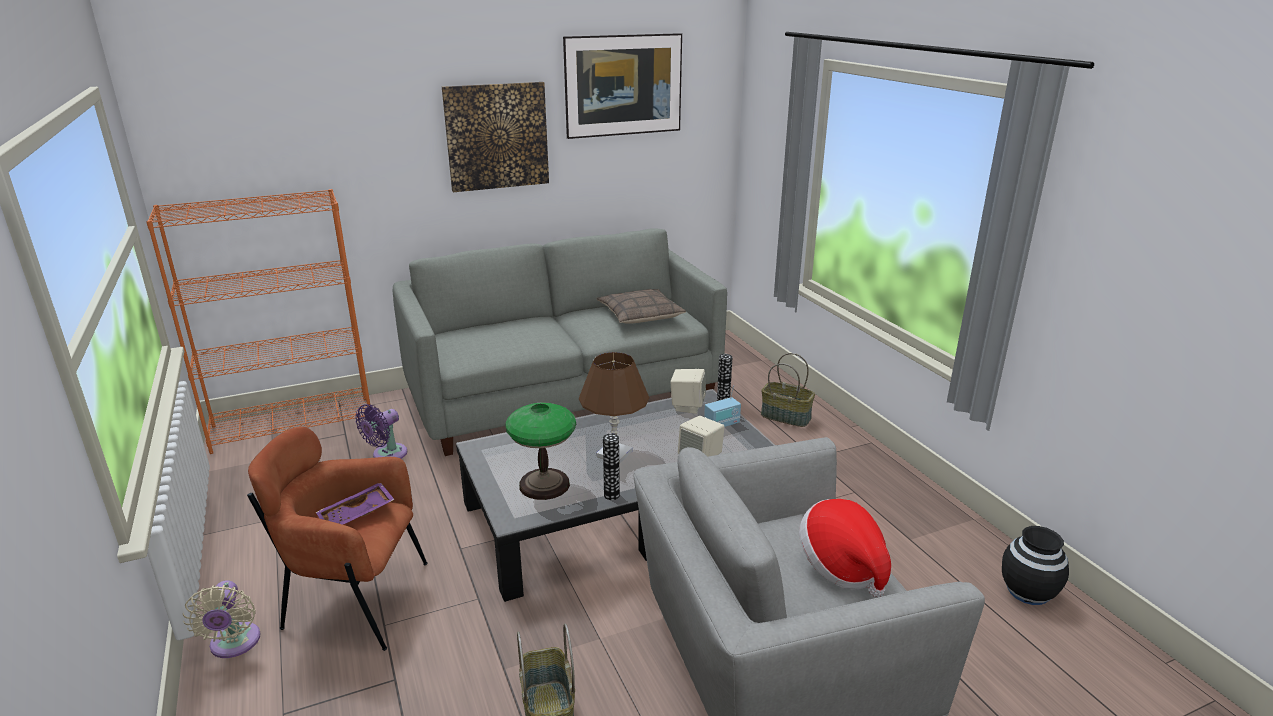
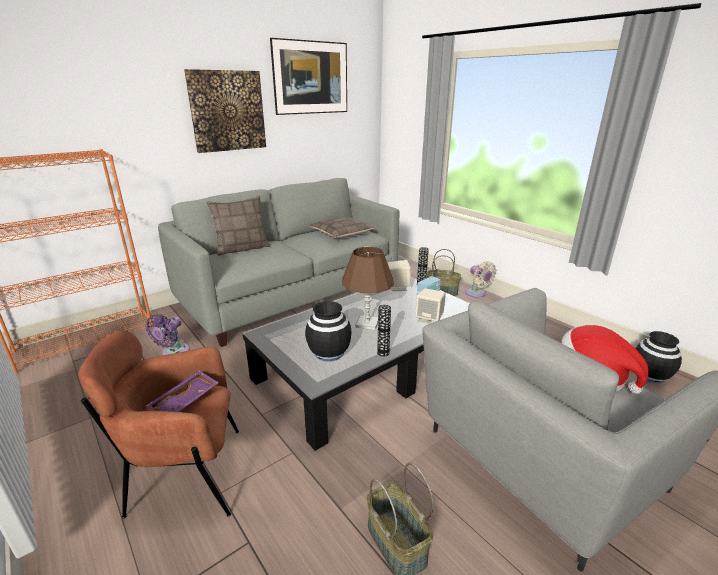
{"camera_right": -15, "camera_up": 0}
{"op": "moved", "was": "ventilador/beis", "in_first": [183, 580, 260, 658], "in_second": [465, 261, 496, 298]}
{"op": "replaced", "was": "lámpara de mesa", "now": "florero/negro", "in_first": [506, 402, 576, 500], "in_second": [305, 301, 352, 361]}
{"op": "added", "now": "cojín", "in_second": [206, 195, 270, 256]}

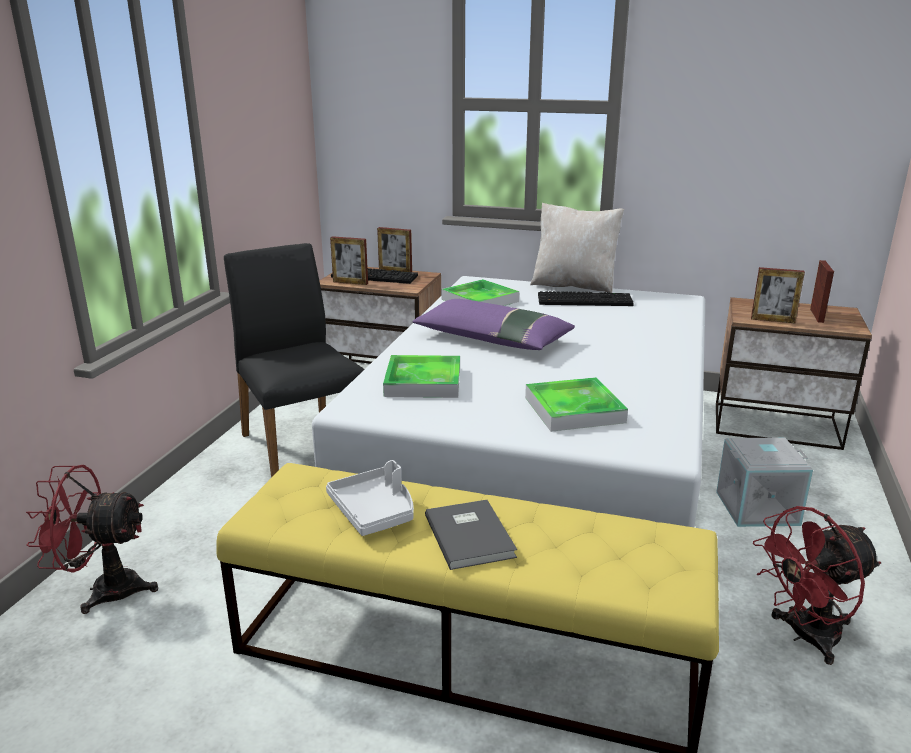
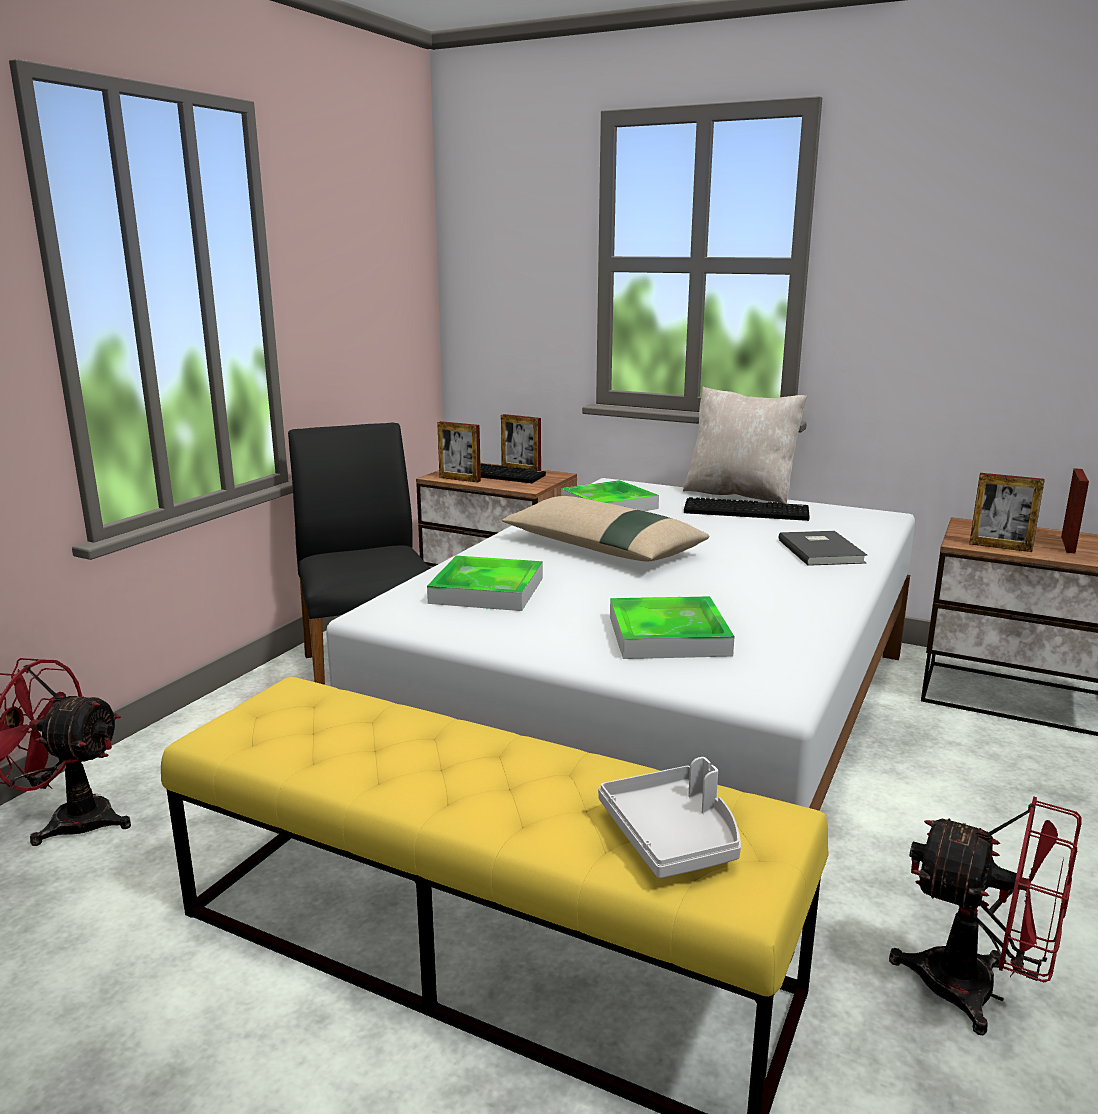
{"camera_right": 10, "camera_up": -5}
{"op": "moved", "was": "bandeja/gris", "in_first": [326, 460, 414, 536], "in_second": [598, 757, 741, 878]}
{"op": "recoloured", "was": "cojín/morado", "now": "cojín/beis", "in_first": [412, 299, 575, 350], "in_second": [502, 496, 709, 562]}
{"op": "moved", "was": "libro/gris", "in_first": [425, 500, 517, 570], "in_second": [779, 531, 867, 566]}
{"op": "removed", "was": "caja de almacenaje/gris", "in_first": [716, 437, 813, 527]}
{"op": "turned", "was": "ventilador/rojo", "in_first": [753, 506, 881, 665], "in_second": [889, 797, 1082, 1035], "clockwise": -135}

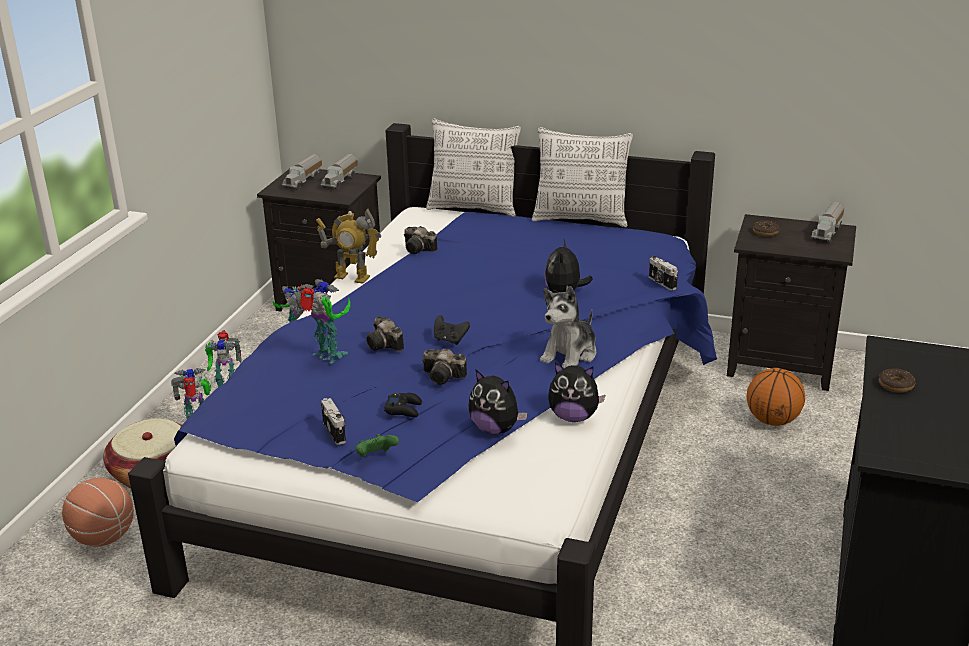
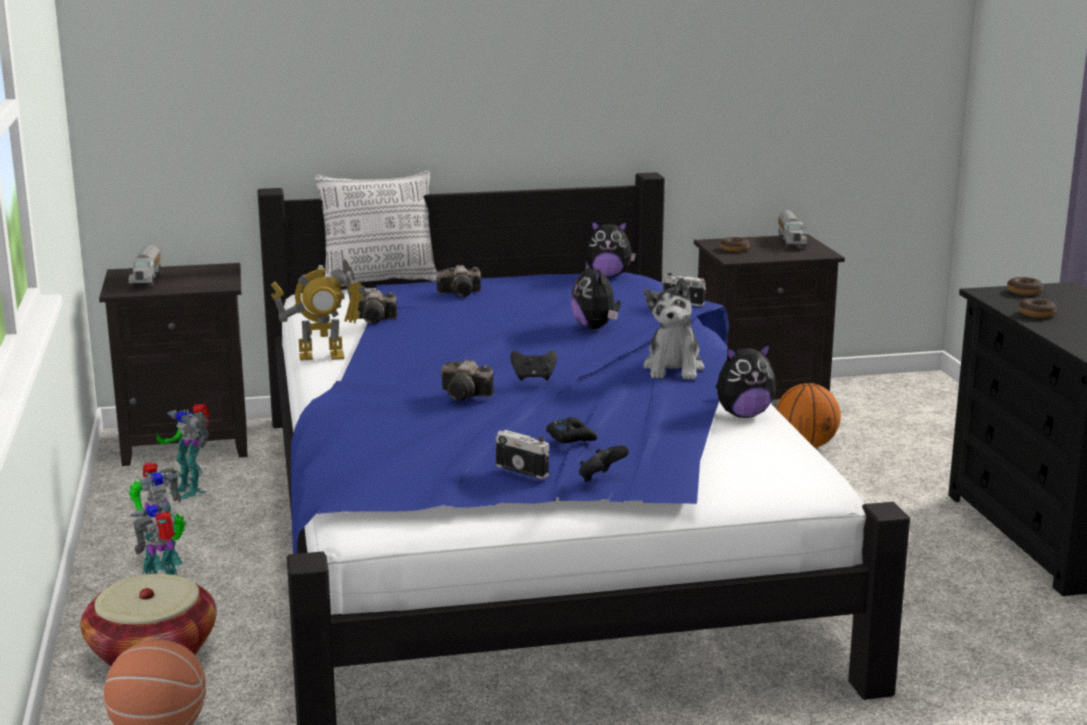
{"camera_right": -30, "camera_up": -10}
{"op": "removed", "was": "robot de juguete", "in_first": [299, 279, 351, 364]}
{"op": "removed", "was": "camión de juguete", "in_first": [320, 154, 358, 190]}
{"op": "recoloured", "was": "mando de consola/verde", "now": "mando de consola/negro", "in_first": [355, 434, 399, 457], "in_second": [579, 445, 629, 482]}
{"op": "moved", "was": "cámara", "in_first": [422, 348, 467, 385], "in_second": [436, 265, 481, 297]}
{"op": "moved", "was": "peluche", "in_first": [468, 369, 528, 434], "in_second": [586, 220, 636, 277]}
{"op": "removed", "was": "cojín", "in_first": [532, 127, 633, 227]}
{"op": "added", "now": "rosquilla", "in_second": [1007, 277, 1043, 295]}

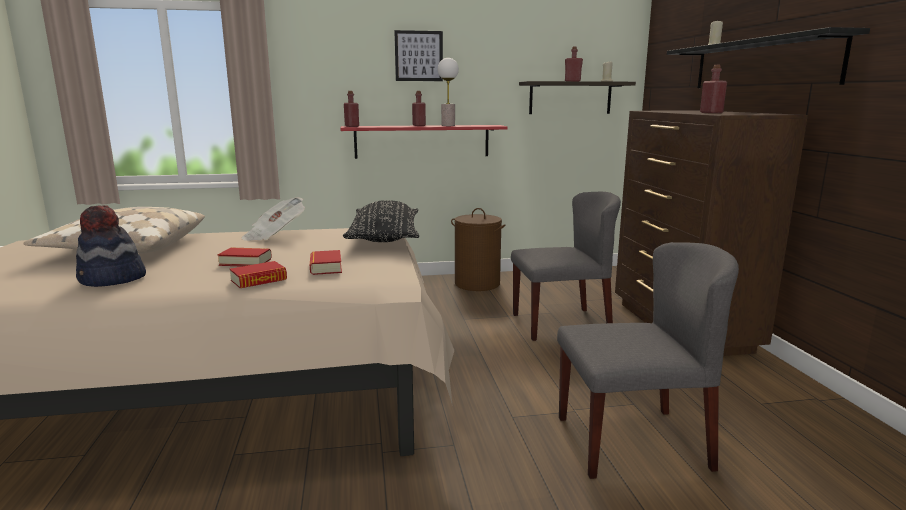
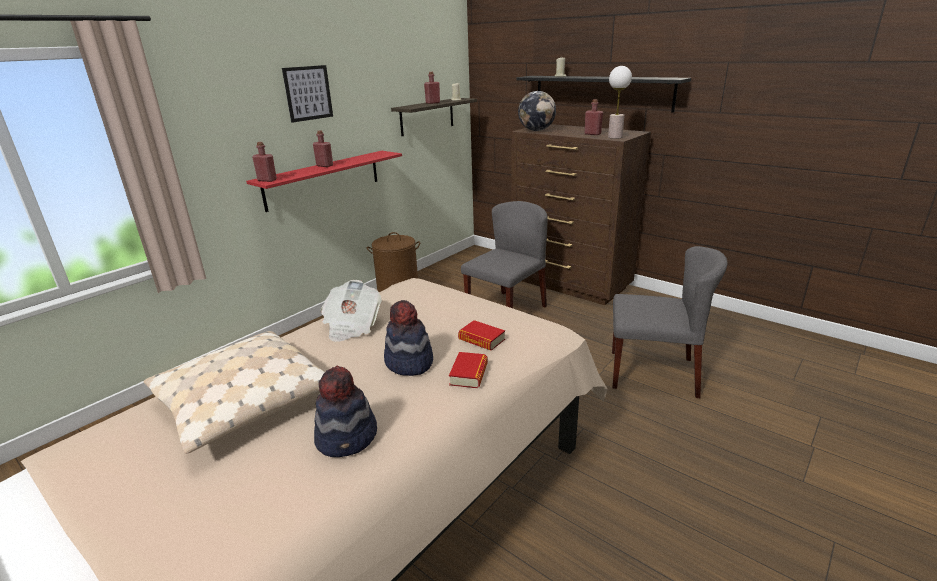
{"camera_right": -40, "camera_up": 10}
{"op": "replaced", "was": "libro", "now": "sombrero", "in_first": [218, 248, 272, 267], "in_second": [384, 300, 433, 376]}
{"op": "removed", "was": "cojín/negro", "in_first": [343, 200, 419, 242]}
{"op": "moved", "was": "lámpara de mesa", "in_first": [438, 58, 459, 126], "in_second": [608, 66, 632, 139]}
{"op": "turned", "was": "silla/gris", "in_first": [557, 242, 739, 479], "in_second": [612, 246, 727, 398], "clockwise": 60}
{"op": "added", "now": "globo terráqueo", "in_second": [518, 91, 556, 131]}

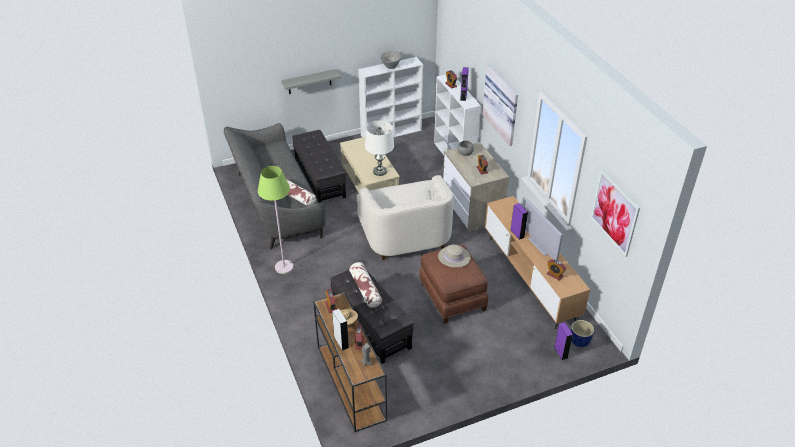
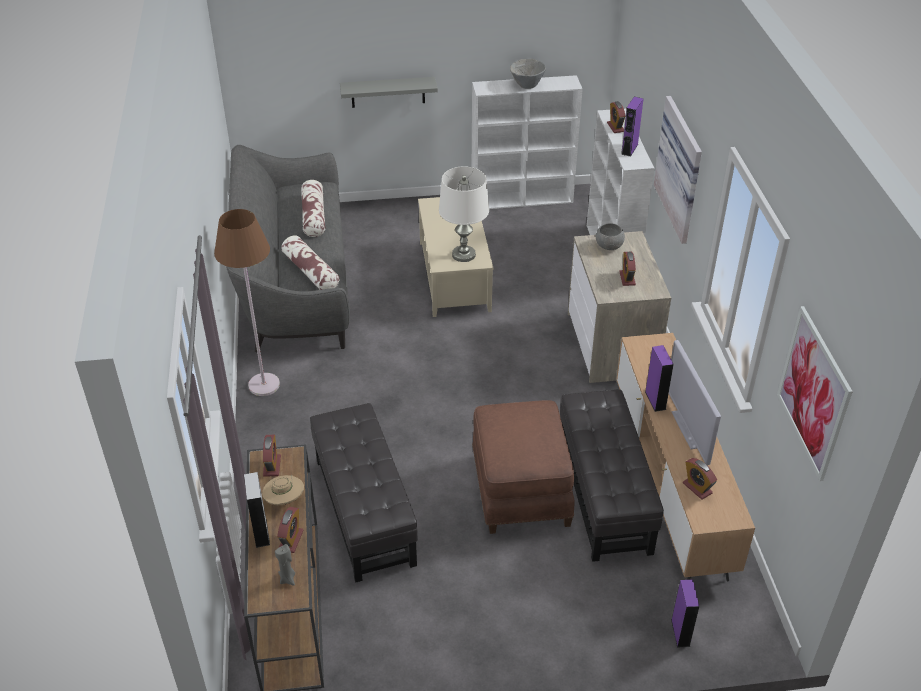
{"camera_right": 15, "camera_up": 0}
{"op": "recoloured", "was": "lámpara de pie/verde", "now": "lámpara de pie/marrón", "in_first": [258, 166, 293, 274], "in_second": [214, 209, 280, 396]}
{"op": "moved", "was": "puf/negro", "in_first": [292, 130, 346, 203], "in_second": [560, 389, 664, 562]}
{"op": "moved", "was": "cojín", "in_first": [349, 262, 382, 308], "in_second": [301, 180, 326, 237]}
{"op": "removed", "was": "sillón/blanco", "in_first": [357, 175, 454, 260]}
{"op": "removed", "was": "sombrero/beis", "in_first": [438, 244, 470, 268]}
{"op": "removed", "was": "maceta/azul", "in_first": [571, 320, 594, 347]}

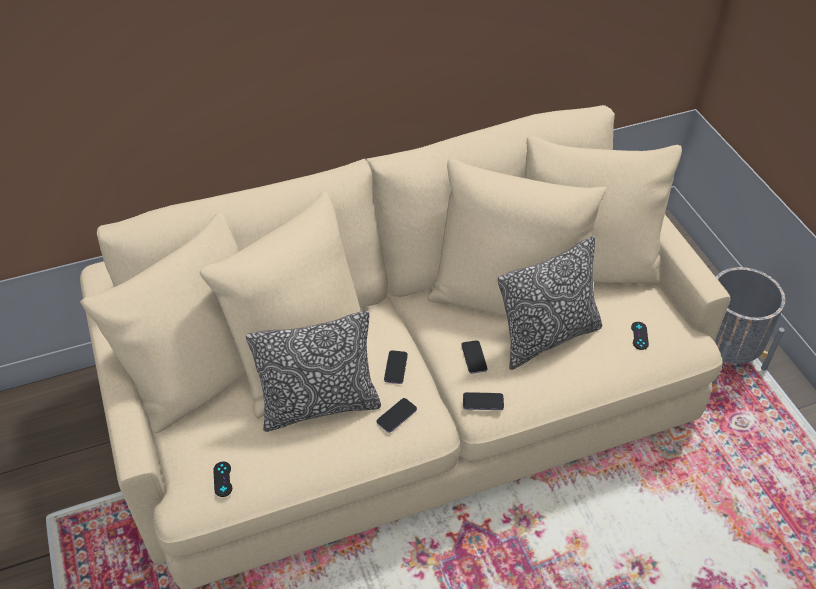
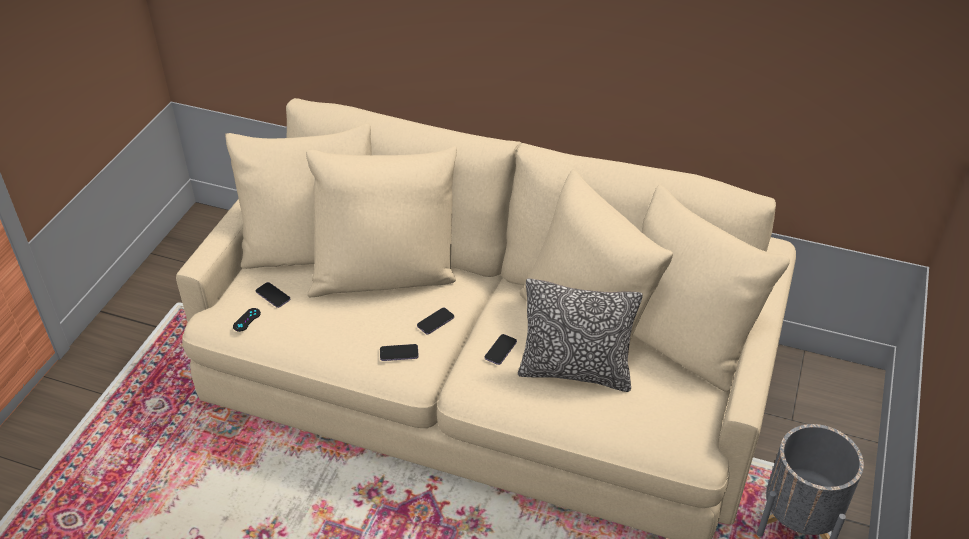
{"camera_right": 40, "camera_up": -5}
{"op": "removed", "was": "cojín", "in_first": [246, 311, 381, 432]}
{"op": "moved", "was": "móvil", "in_first": [463, 392, 504, 410], "in_second": [256, 282, 290, 308]}
{"op": "removed", "was": "mando de consola/negro", "in_first": [631, 322, 649, 350]}

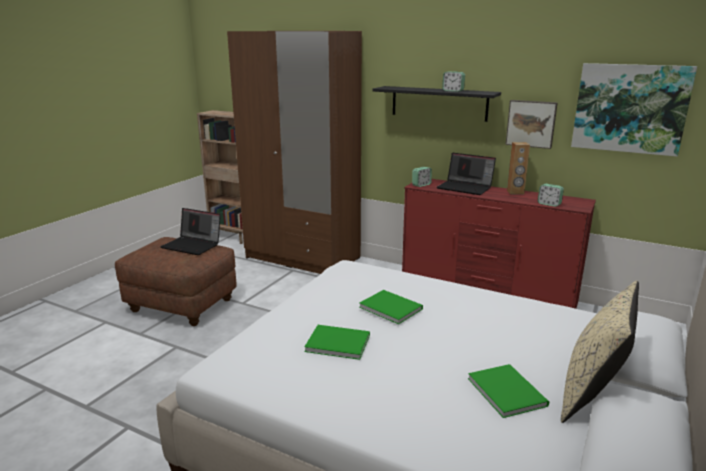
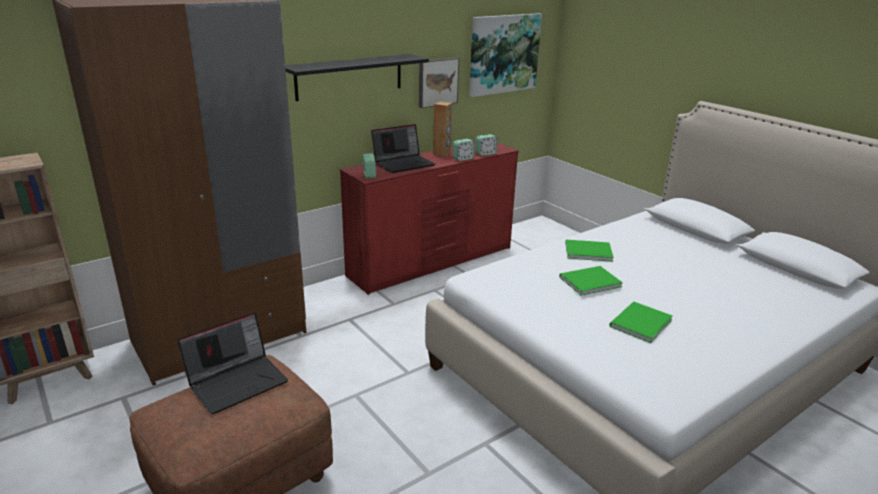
{"camera_right": -65, "camera_up": 5}
{"op": "moved", "was": "despertador", "in_first": [442, 71, 465, 92], "in_second": [453, 139, 475, 161]}
{"op": "moved", "was": "libro/verde", "in_first": [468, 364, 549, 418], "in_second": [565, 240, 614, 262]}
{"op": "removed", "was": "cojín/beis", "in_first": [561, 281, 639, 423]}

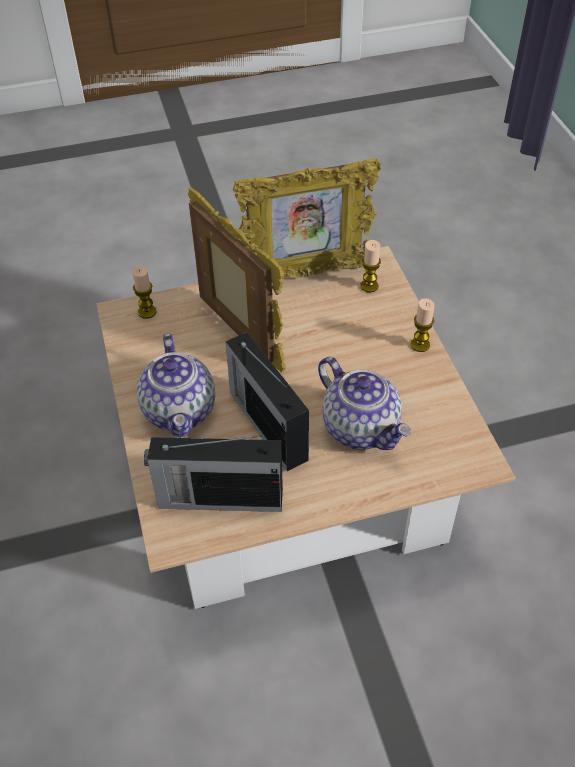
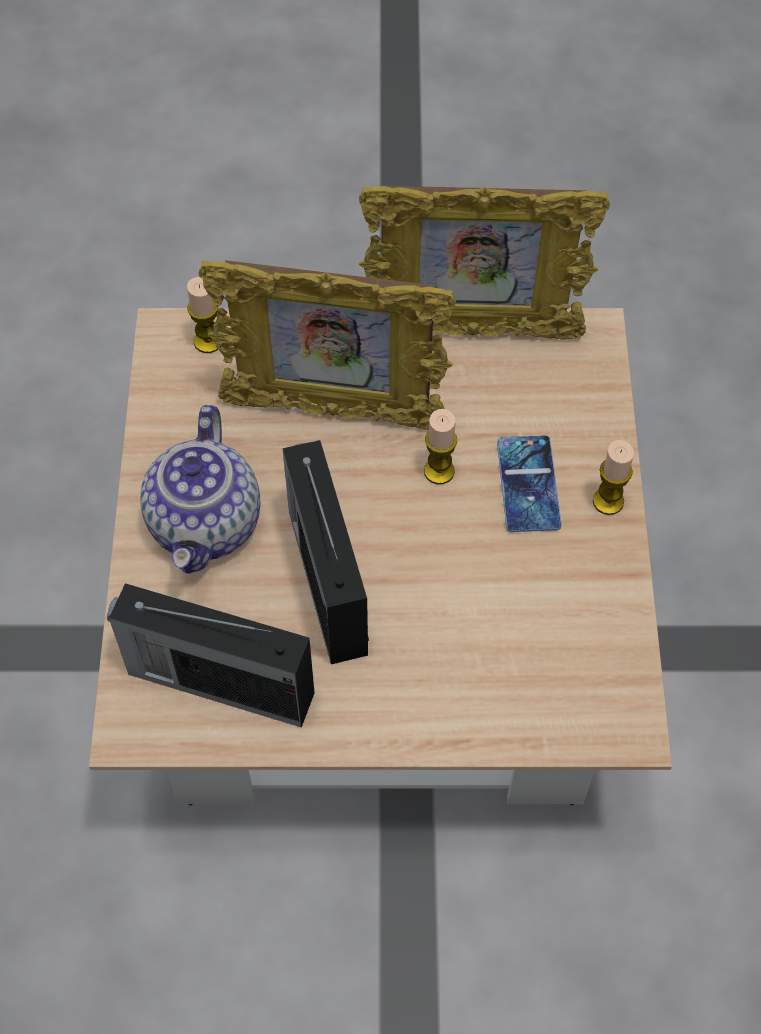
{"camera_right": 15, "camera_up": 10}
{"op": "turned", "was": "portarretratos", "in_first": [188, 188, 286, 373], "in_second": [198, 260, 456, 430], "clockwise": 120}
{"op": "removed", "was": "tetera", "in_first": [318, 357, 411, 450]}
{"op": "moved", "was": "vela", "in_first": [360, 240, 381, 293], "in_second": [424, 409, 457, 484]}
{"op": "added", "now": "móvil", "in_second": [497, 435, 562, 532]}

